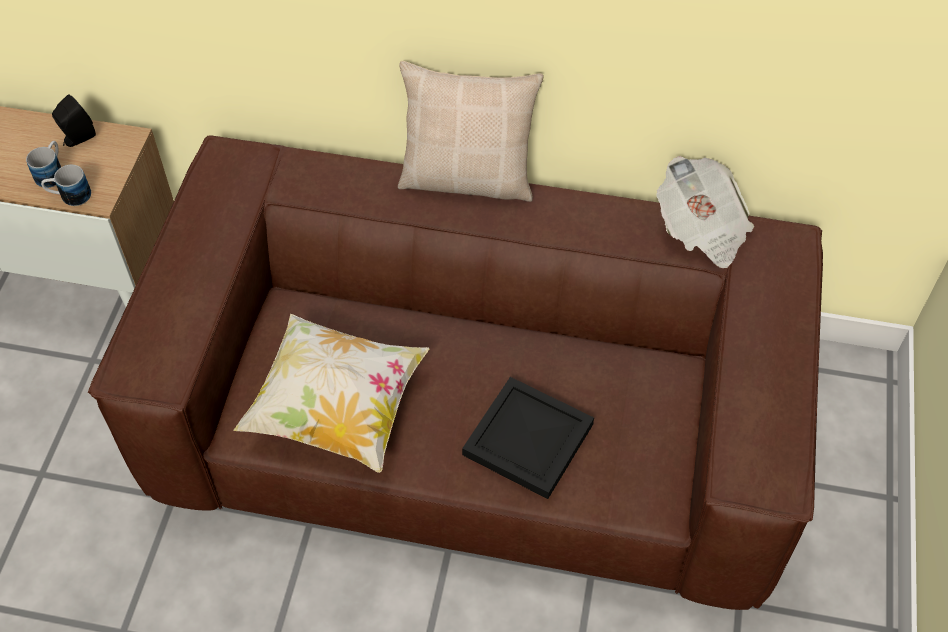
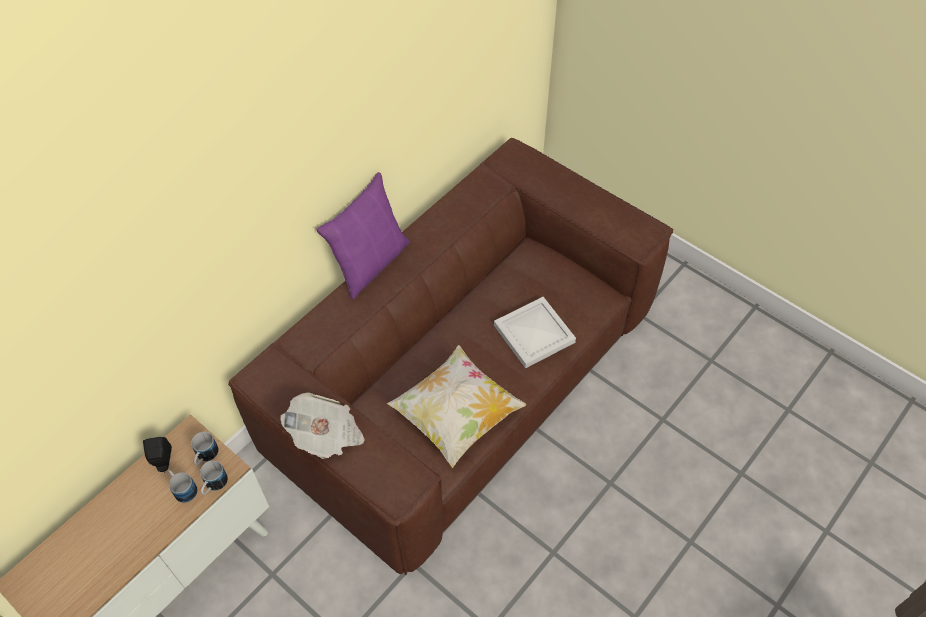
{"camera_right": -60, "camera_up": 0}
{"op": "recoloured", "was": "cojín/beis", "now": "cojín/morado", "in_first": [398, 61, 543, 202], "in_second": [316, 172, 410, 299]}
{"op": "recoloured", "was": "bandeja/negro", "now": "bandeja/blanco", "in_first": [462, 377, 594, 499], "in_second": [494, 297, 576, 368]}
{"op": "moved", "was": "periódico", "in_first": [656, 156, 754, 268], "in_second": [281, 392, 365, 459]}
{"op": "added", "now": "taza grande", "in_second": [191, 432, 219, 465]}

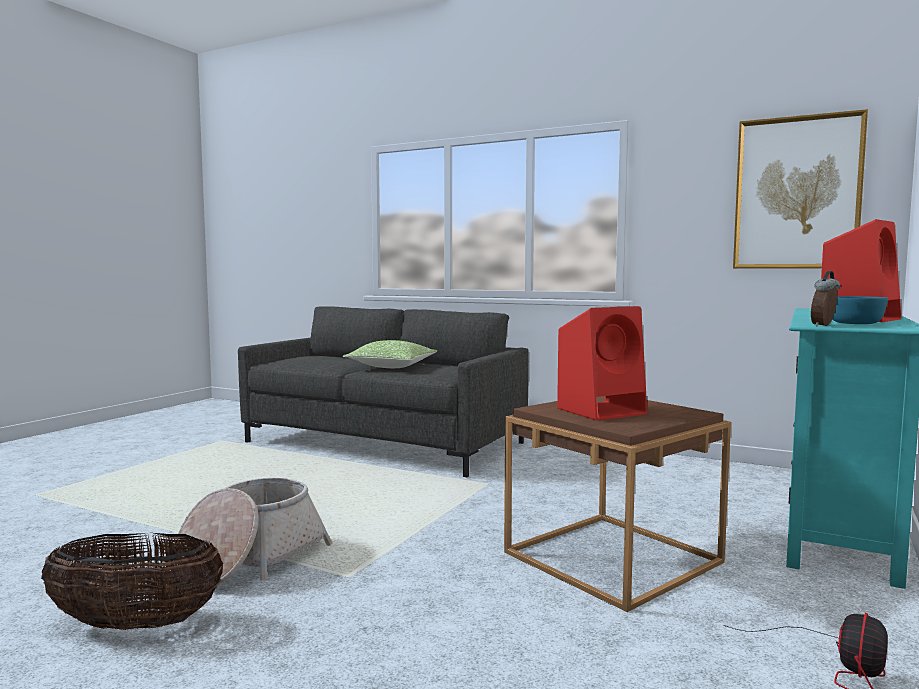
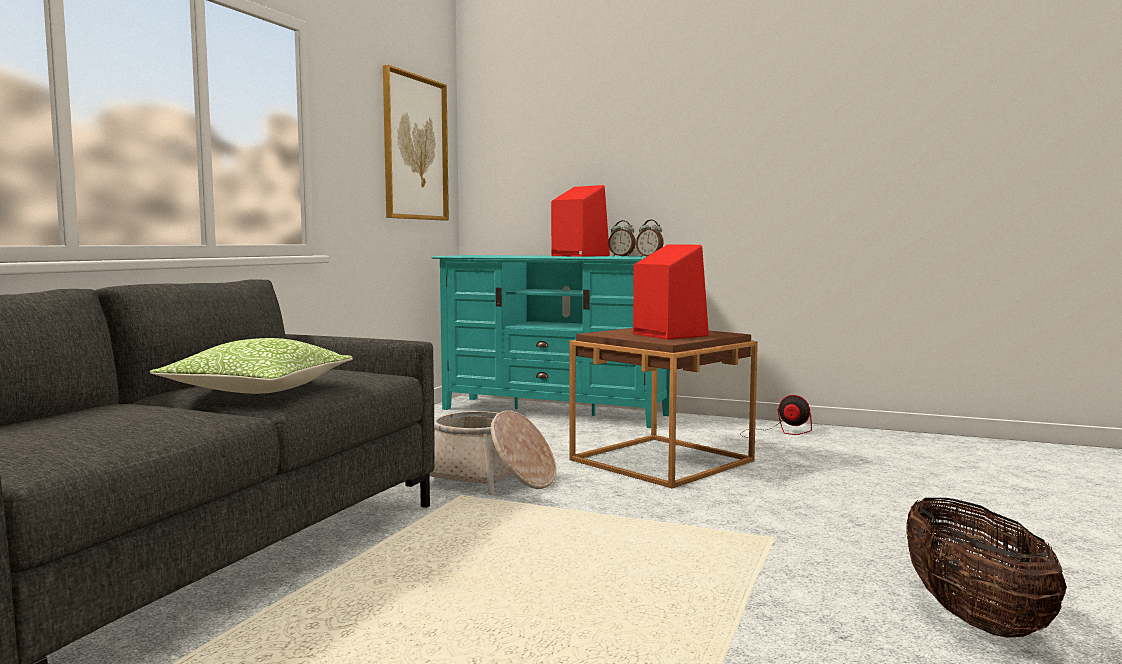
{"camera_right": -95, "camera_up": 0}
{"op": "moved", "was": "cesta", "in_first": [176, 478, 332, 585], "in_second": [429, 410, 556, 495]}
{"op": "replaced", "was": "cuenco/turquesa", "now": "despertador", "in_first": [832, 296, 888, 324], "in_second": [608, 220, 636, 256]}

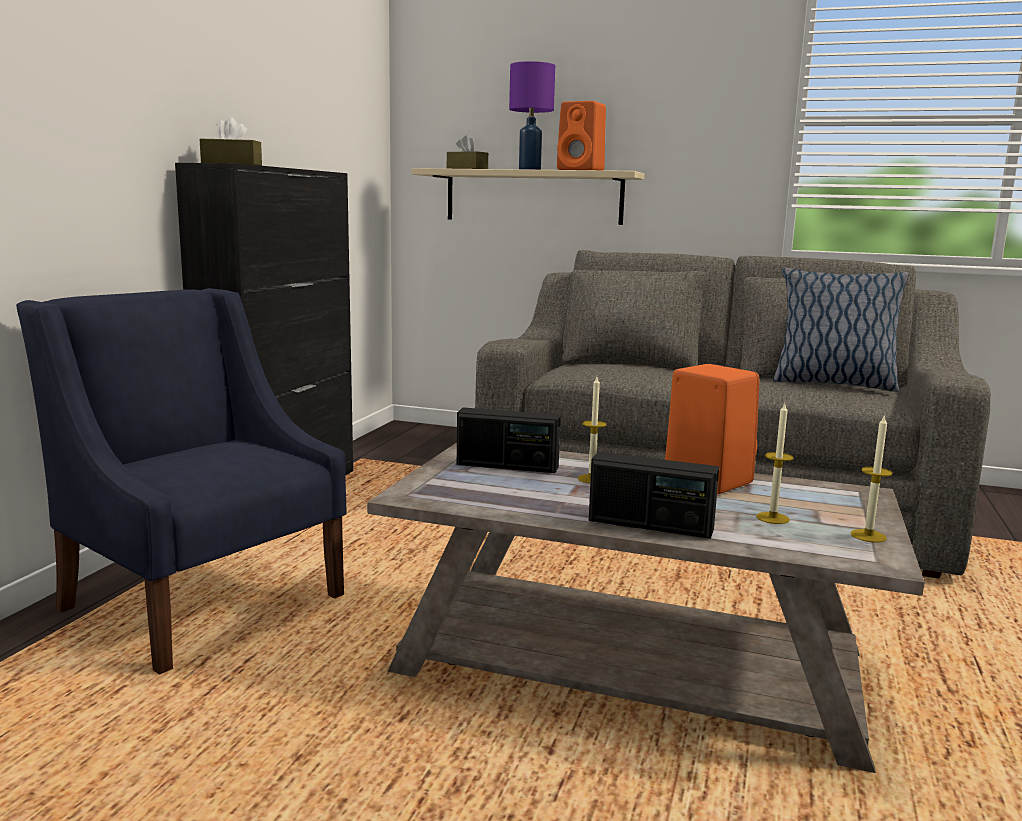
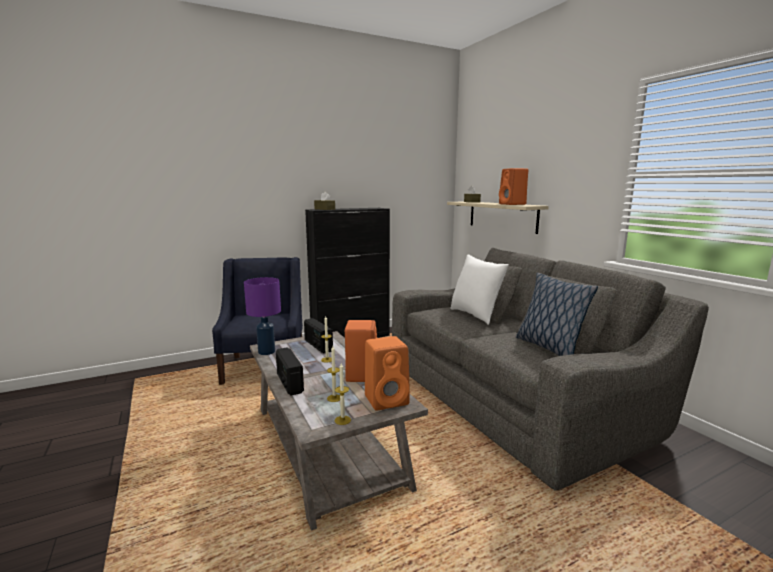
{"camera_right": 45, "camera_up": 0}
{"op": "moved", "was": "lámpara de mesa/morado", "in_first": [509, 61, 555, 170], "in_second": [244, 277, 281, 355]}
{"op": "added", "now": "altavoz/naranja", "in_second": [365, 336, 410, 411]}
{"op": "added", "now": "cojín/blanco", "in_second": [451, 255, 509, 325]}

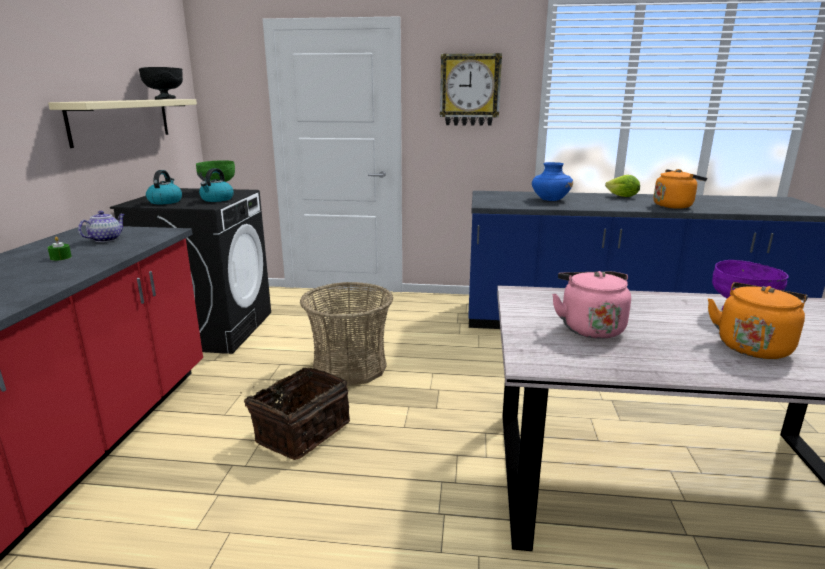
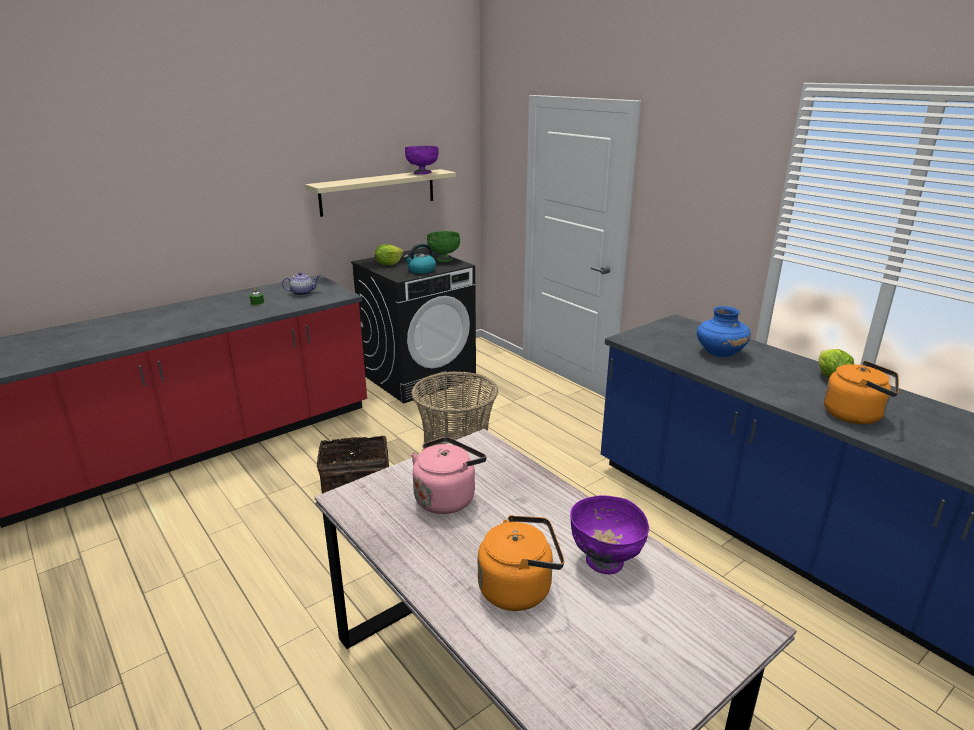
{"camera_right": 45, "camera_up": 5}
{"op": "recoloured", "was": "cuenco/negro", "now": "cuenco/morado", "in_first": [139, 67, 183, 99], "in_second": [405, 146, 439, 174]}
{"op": "replaced", "was": "hervidor", "now": "lechuga", "in_first": [146, 170, 182, 204], "in_second": [375, 244, 404, 265]}
{"op": "removed", "was": "reloj de pared", "in_first": [440, 53, 502, 126]}

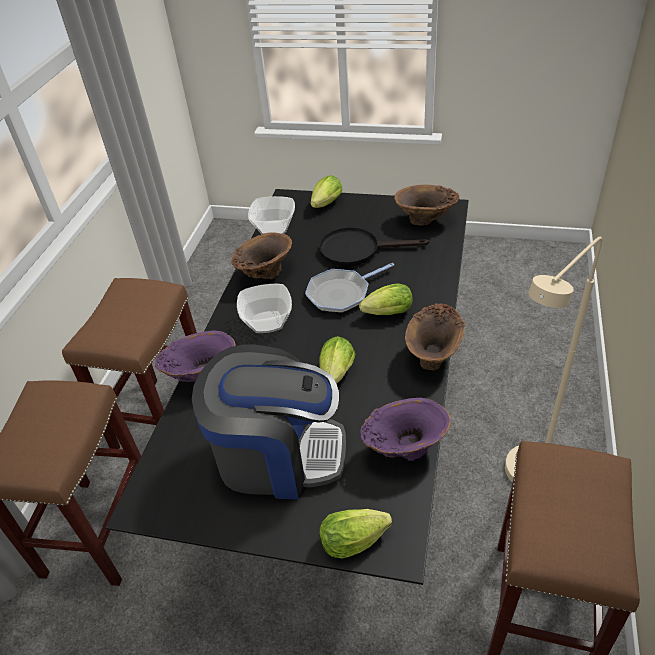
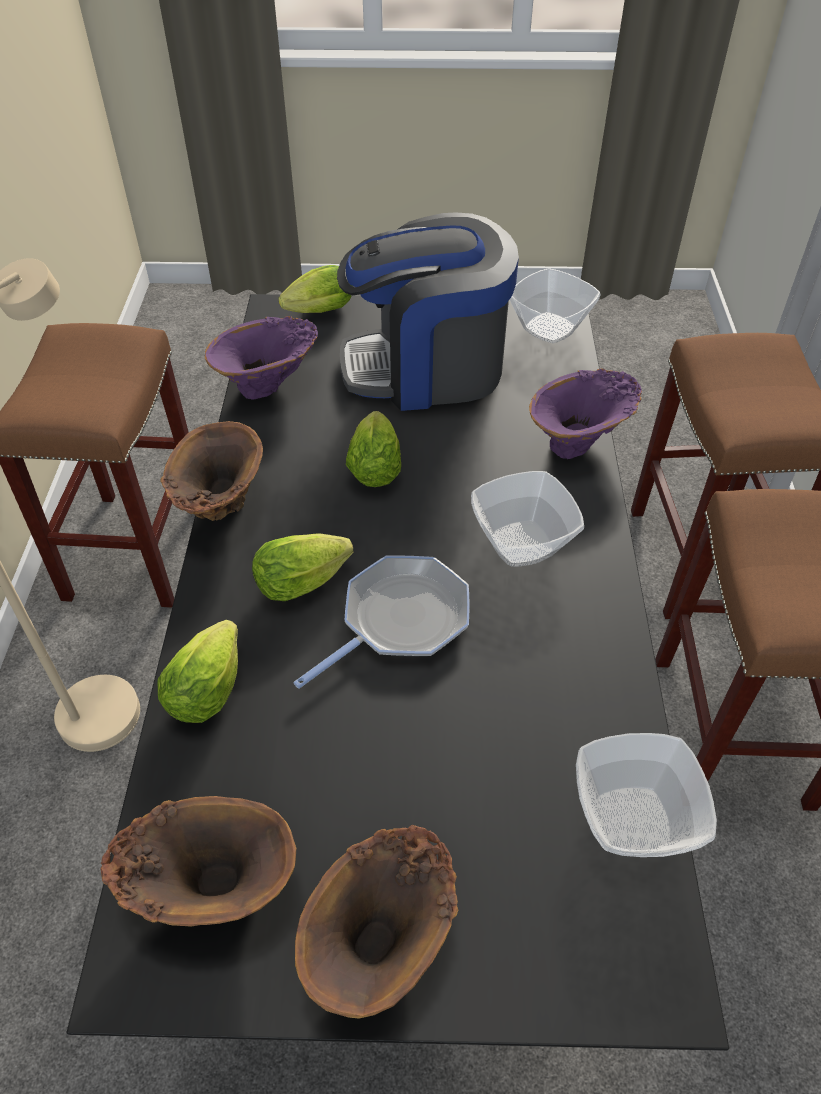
{"camera_right": 165, "camera_up": 5}
{"op": "moved", "was": "florero/marrón", "in_first": [231, 232, 292, 279], "in_second": [295, 825, 458, 1018]}
{"op": "moved", "was": "lechuga", "in_first": [311, 175, 342, 208], "in_second": [158, 620, 238, 723]}
{"op": "removed", "was": "sartén/negro", "in_first": [319, 227, 429, 266]}
{"op": "added", "now": "cuenco", "in_second": [509, 268, 600, 343]}

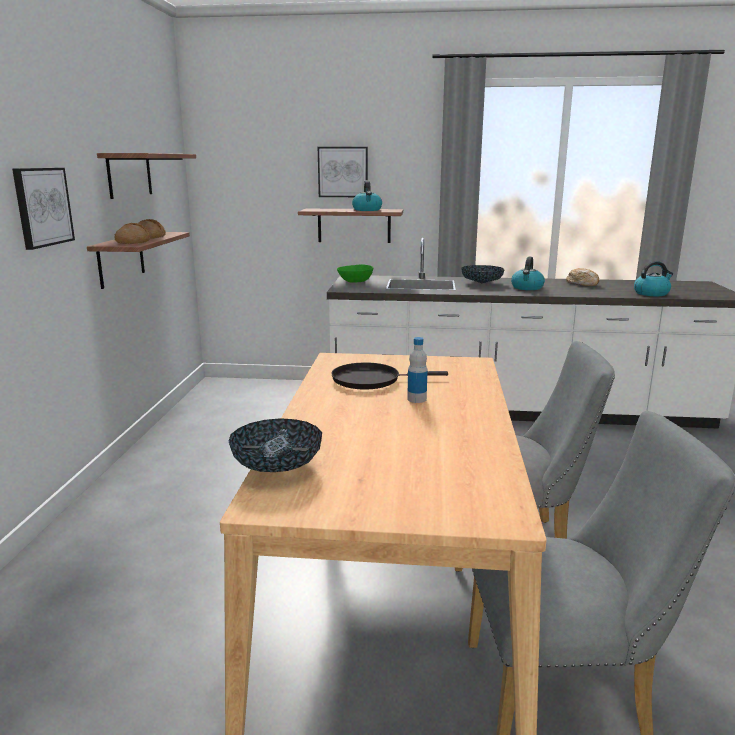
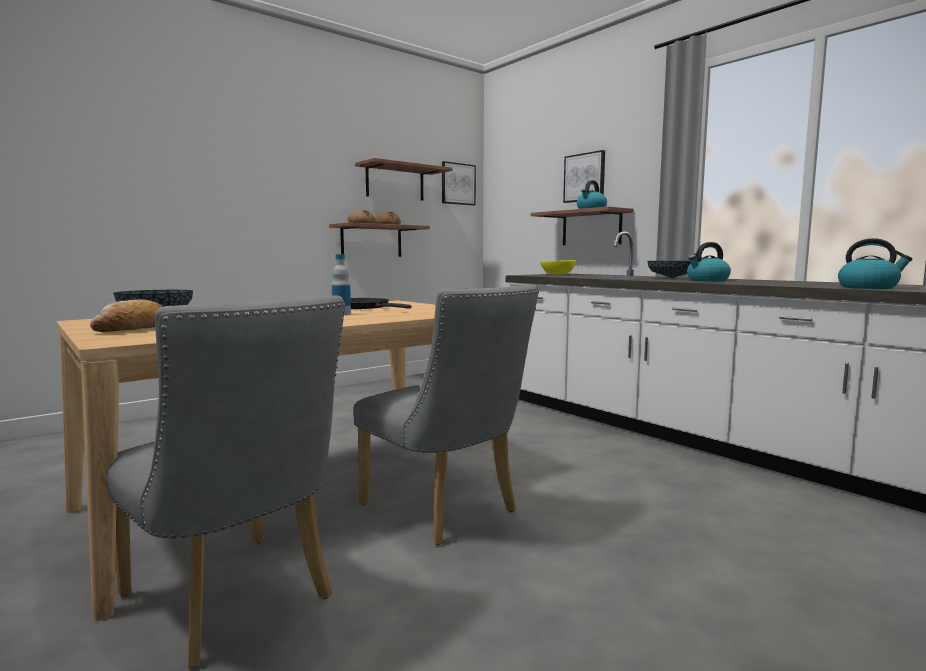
{"camera_right": 45, "camera_up": -10}
{"op": "moved", "was": "cuadro", "in_first": [12, 168, 75, 250], "in_second": [442, 161, 476, 205]}
{"op": "recoloured", "was": "cuenco/verde", "now": "cuenco/amarillo", "in_first": [337, 264, 373, 283], "in_second": [540, 260, 576, 275]}
{"op": "moved", "was": "pan", "in_first": [566, 268, 599, 286], "in_second": [90, 299, 163, 332]}

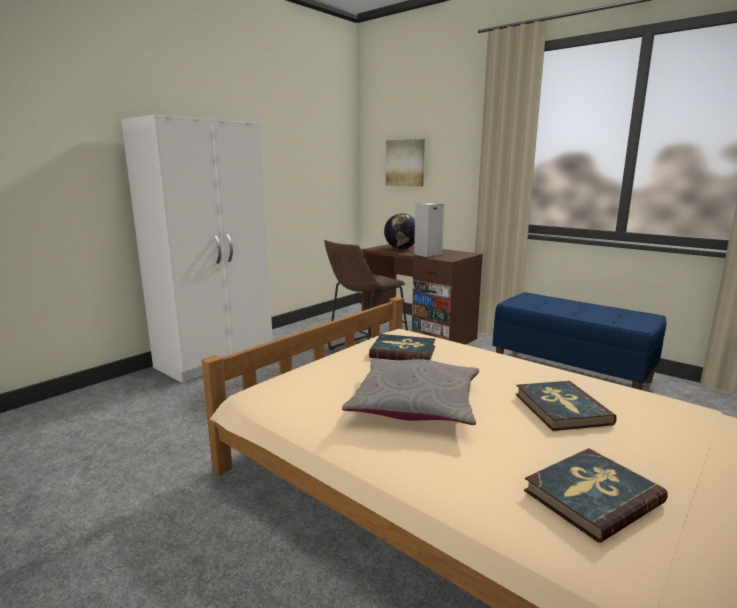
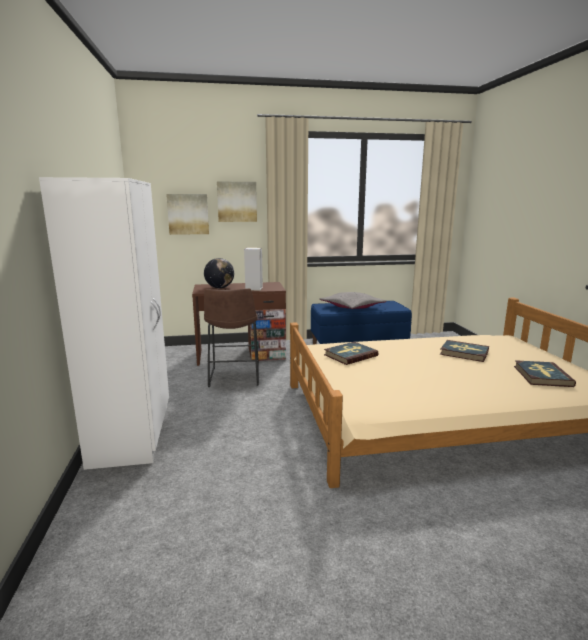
{"camera_right": -50, "camera_up": 0}
{"op": "moved", "was": "cojín/gris", "in_first": [342, 359, 479, 425], "in_second": [320, 292, 387, 309]}
{"op": "added", "now": "cuadro", "in_second": [217, 182, 257, 222]}

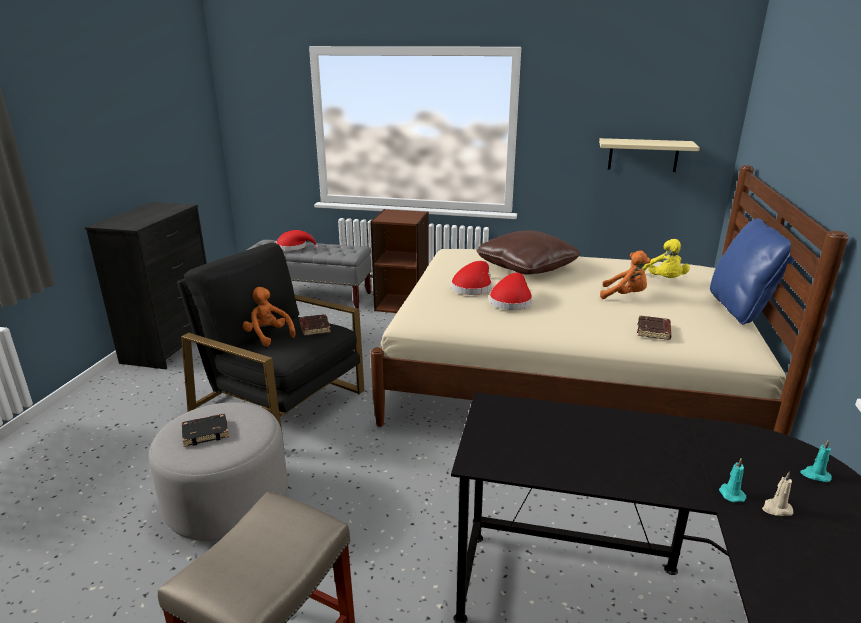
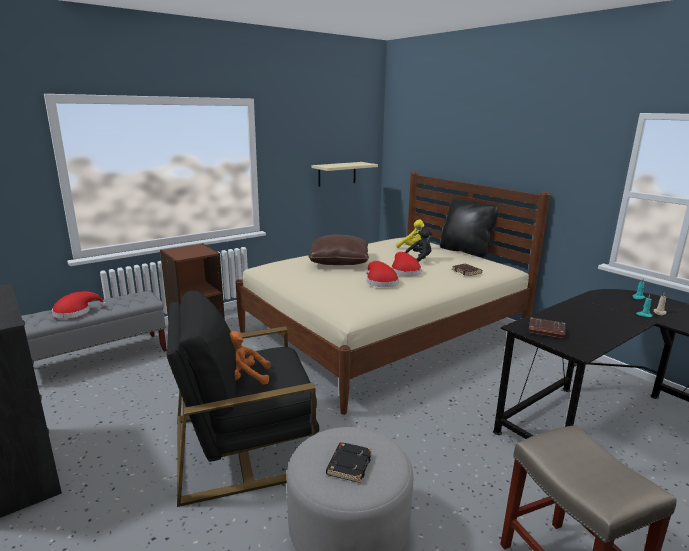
{"camera_right": -50, "camera_up": -5}
{"op": "moved", "was": "libro/marrón", "in_first": [299, 314, 331, 336], "in_second": [529, 317, 565, 339]}
{"op": "moved", "was": "sombrero/rojo", "in_first": [451, 261, 492, 295], "in_second": [391, 252, 421, 276]}
{"op": "recoloured", "was": "peluche/naranja", "now": "peluche/negro", "in_first": [600, 251, 651, 299], "in_second": [405, 228, 432, 262]}
{"op": "recoloured", "was": "cojín/azul", "now": "cojín/negro", "in_first": [710, 218, 795, 324], "in_second": [440, 198, 498, 257]}

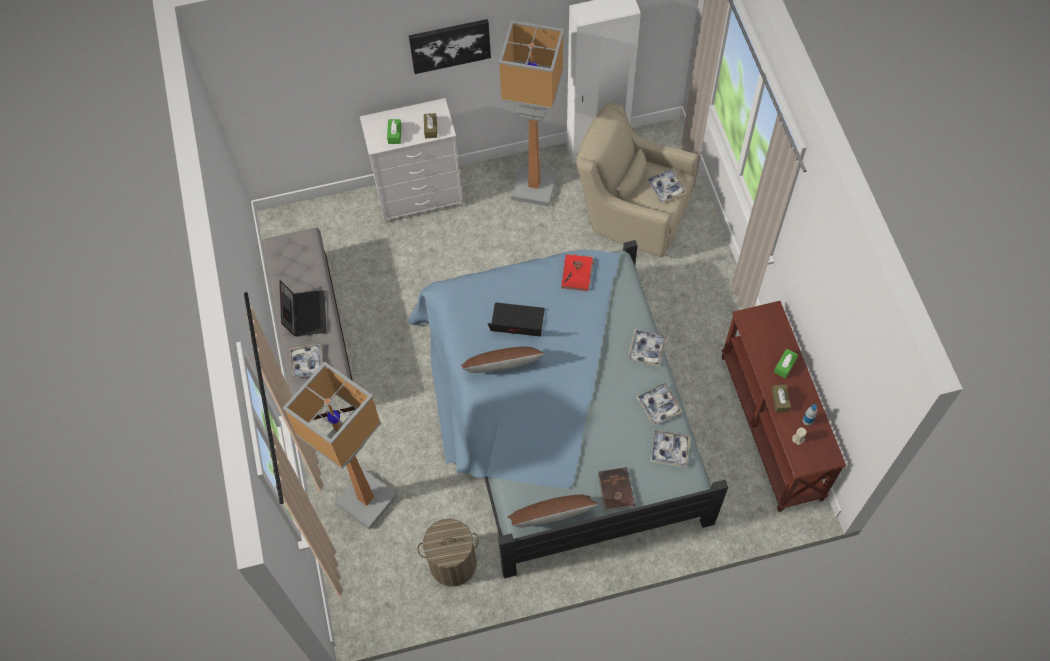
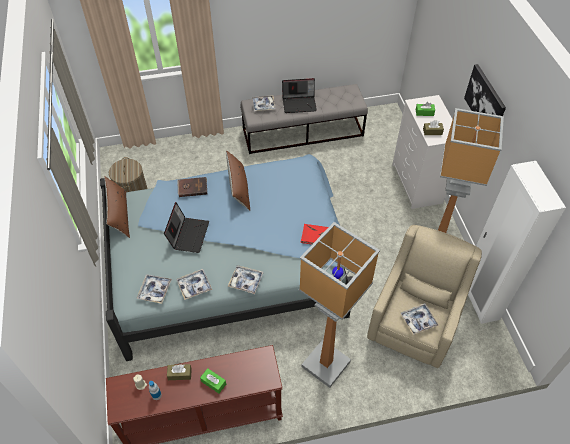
{"camera_right": 90, "camera_up": -10}
{"op": "moved", "was": "lámpara de pie", "in_first": [283, 361, 397, 530], "in_second": [299, 222, 380, 388]}
{"op": "moved", "was": "portátil", "in_first": [488, 303, 545, 336], "in_second": [164, 202, 209, 253]}
{"op": "moved", "was": "libro/marrón", "in_first": [598, 467, 635, 511], "in_second": [177, 177, 207, 197]}

